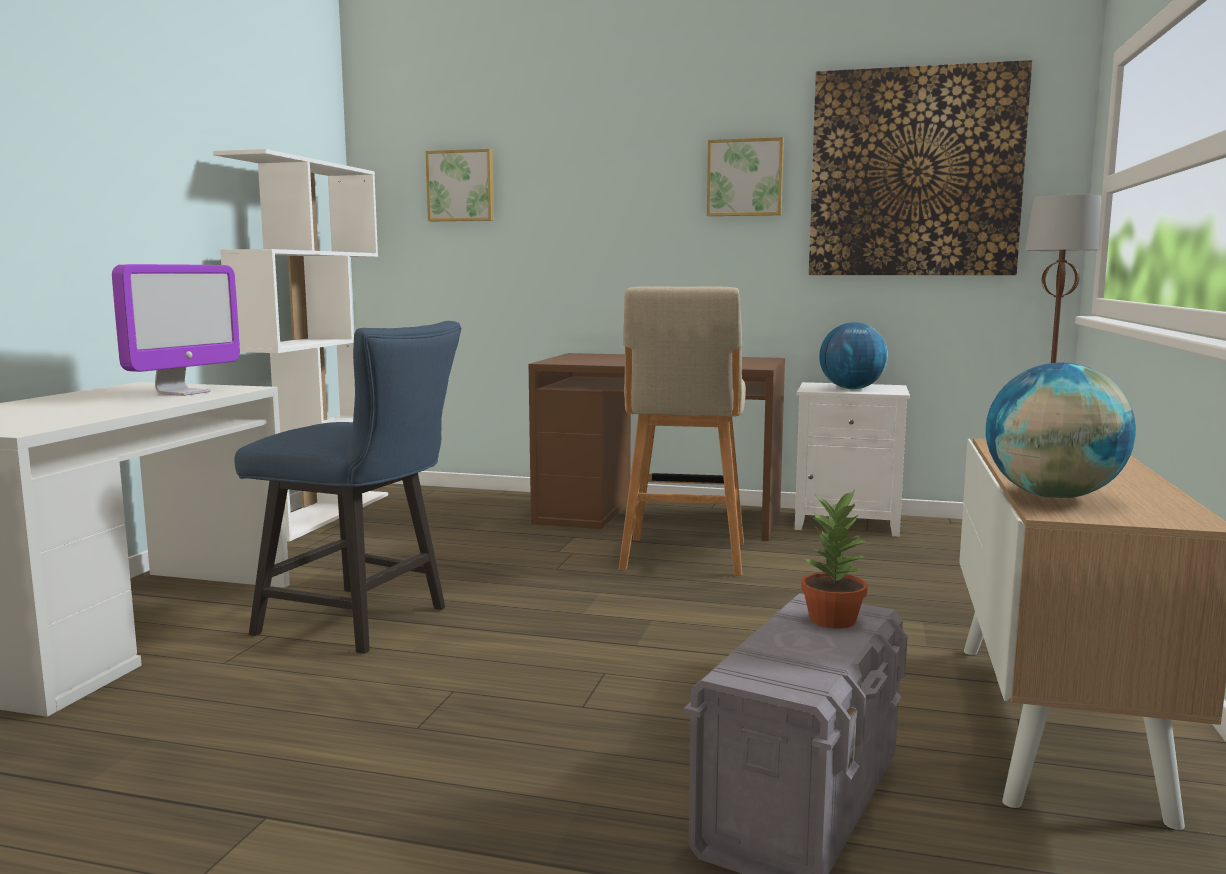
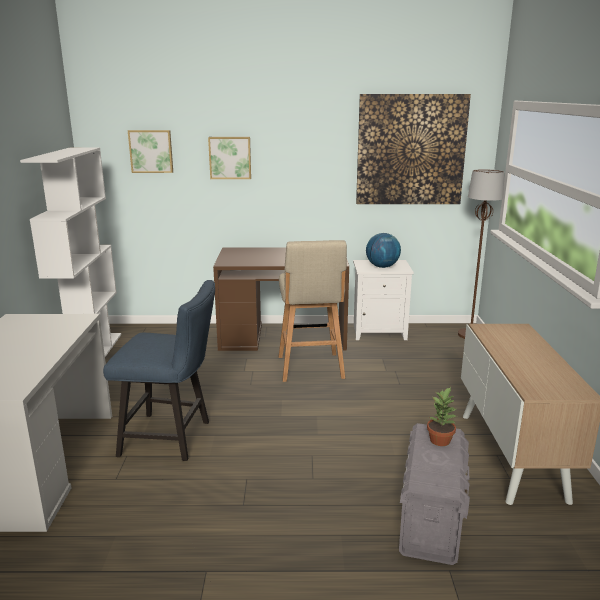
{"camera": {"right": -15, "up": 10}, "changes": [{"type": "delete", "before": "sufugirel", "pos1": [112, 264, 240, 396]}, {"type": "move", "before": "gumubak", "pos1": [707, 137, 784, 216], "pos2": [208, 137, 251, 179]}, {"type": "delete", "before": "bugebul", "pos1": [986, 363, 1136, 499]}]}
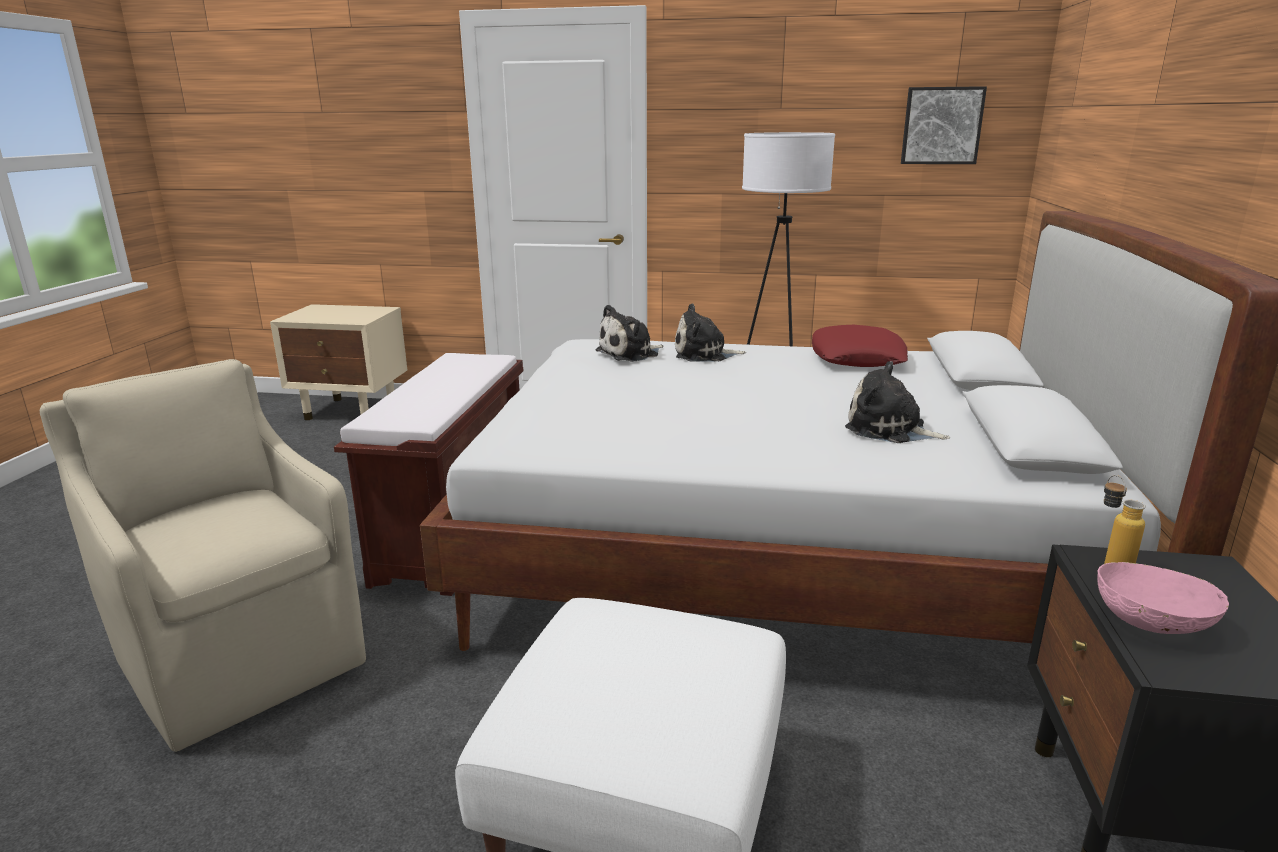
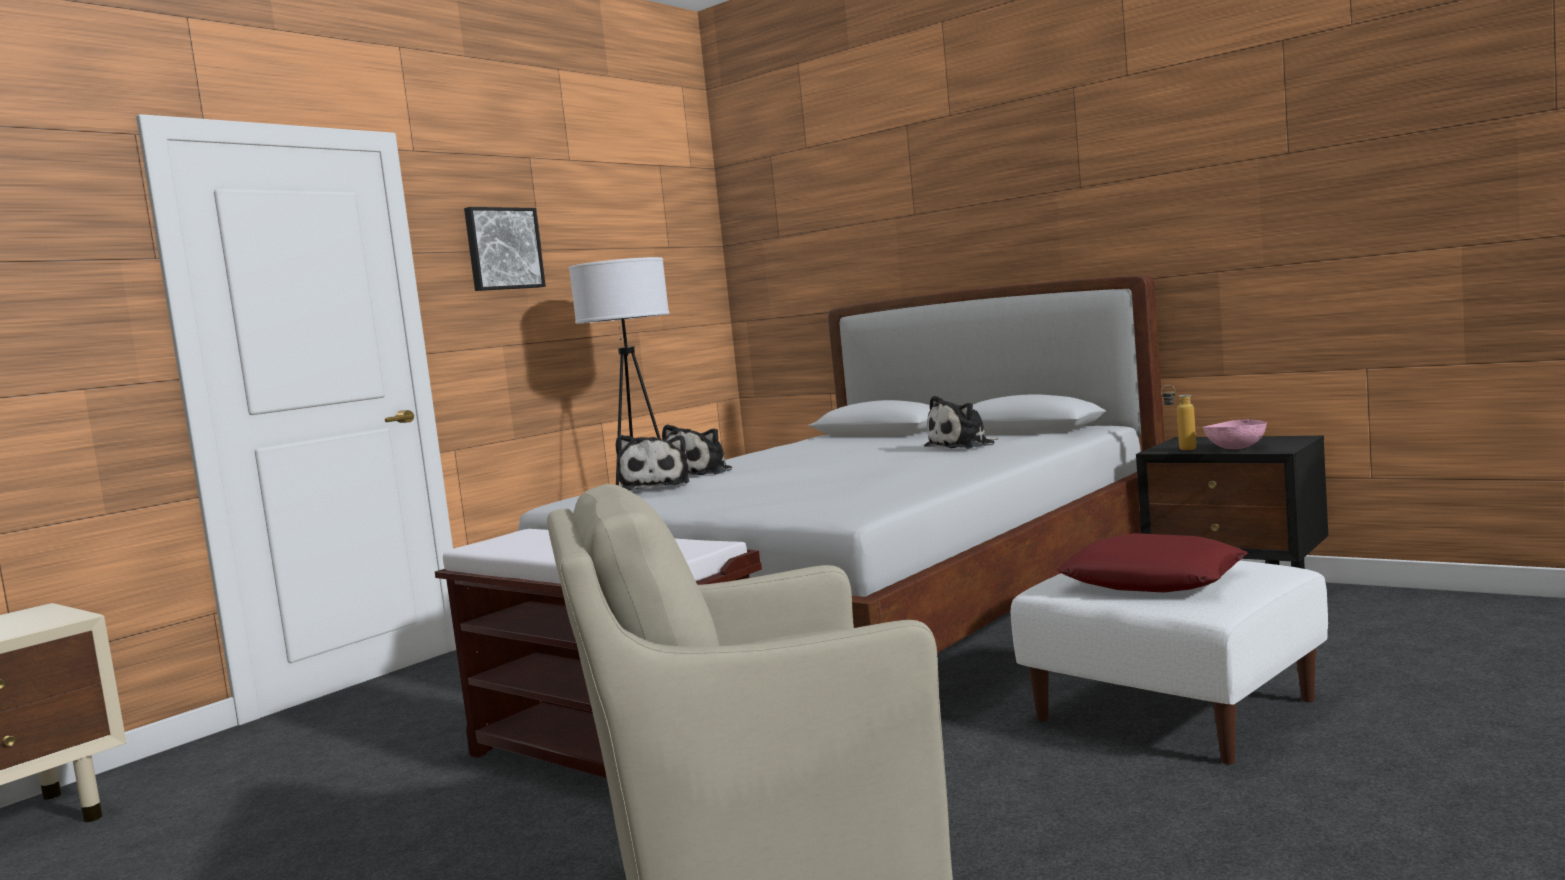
{"camera": {"right": -60, "up": -15}, "changes": [{"type": "move", "before": "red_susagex", "pos1": [812, 325, 908, 367], "pos2": [1057, 533, 1248, 593]}, {"type": "move", "before": "gumubak", "pos1": [901, 86, 987, 164], "pos2": [464, 207, 546, 291]}]}
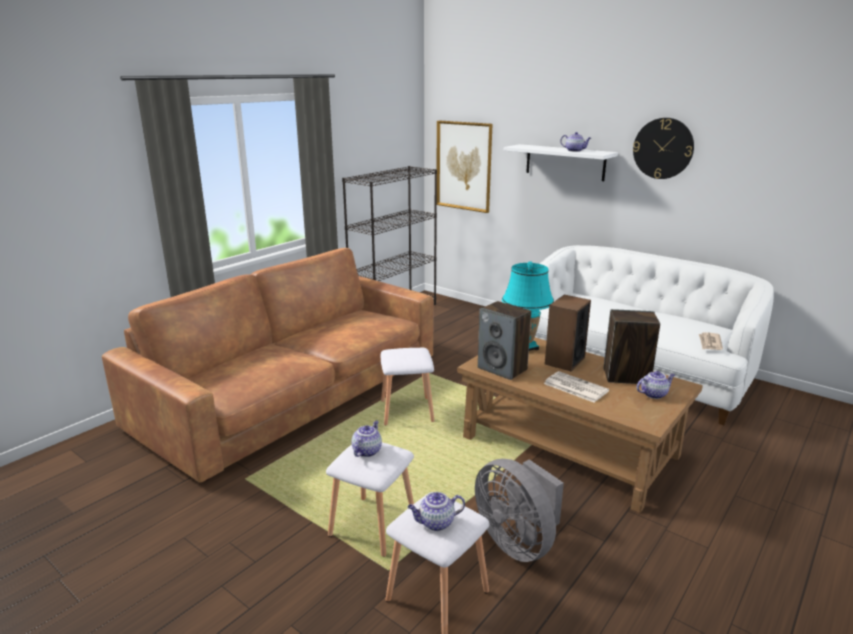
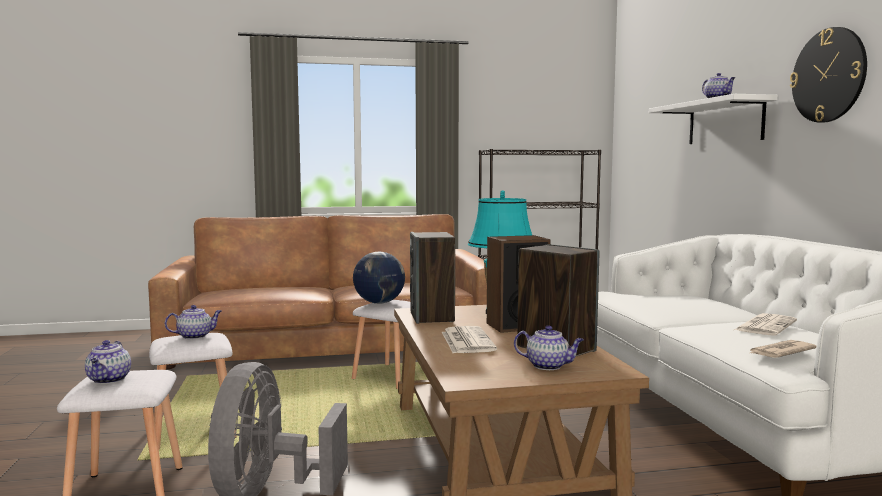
{"camera": {"right": 40, "up": -15}, "changes": [{"type": "rotate", "before": "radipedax", "pos1": [408, 492, 465, 531], "pos2": [85, 340, 131, 384], "turn": -120}, {"type": "delete", "before": "gumubak", "pos1": [437, 120, 492, 213]}, {"type": "insert", "after": "bugebul", "pos2": [353, 252, 405, 304]}, {"type": "insert", "after": "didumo", "pos2": [734, 313, 797, 335]}]}
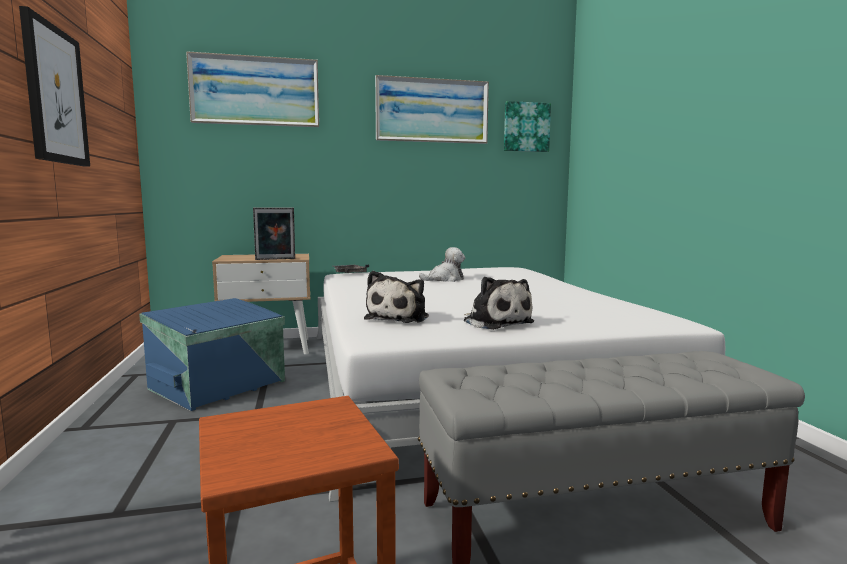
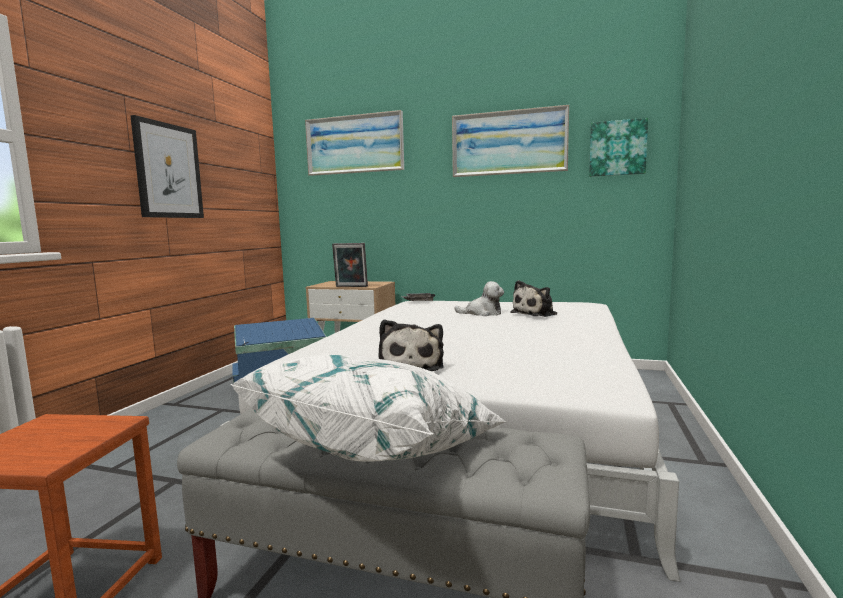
{"camera": {"right": 30, "up": 0}, "changes": [{"type": "move", "before": "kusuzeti", "pos1": [364, 271, 429, 323], "pos2": [510, 280, 557, 317]}, {"type": "insert", "after": "white_susagex", "pos2": [231, 355, 507, 462]}]}
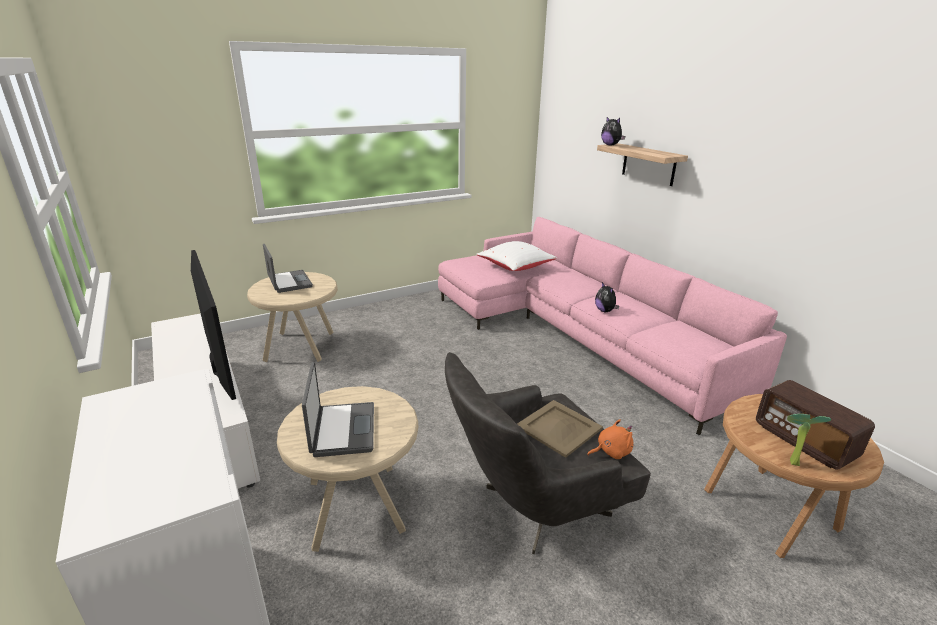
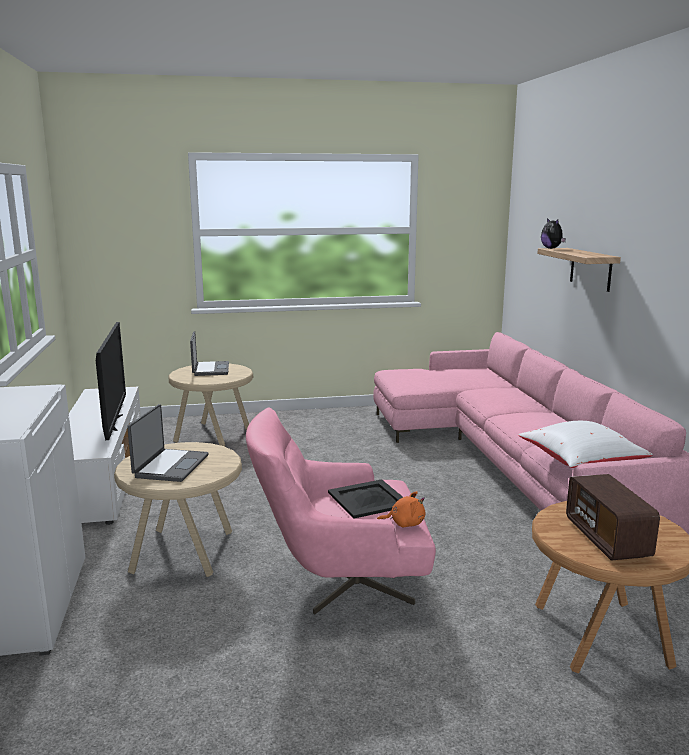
{"camera": {"right": 20, "up": -10}, "changes": [{"type": "recolor", "before": "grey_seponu", "after": "pink_seponu", "pos1": [445, 352, 651, 554], "pos2": [246, 408, 436, 614]}, {"type": "move", "before": "white_susagex", "pos1": [476, 241, 557, 271], "pos2": [518, 421, 653, 468]}, {"type": "recolor", "before": "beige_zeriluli", "after": "black_zeriluli", "pos1": [517, 400, 603, 458], "pos2": [328, 479, 403, 519]}, {"type": "delete", "before": "kusuzeti", "pos1": [595, 282, 619, 312]}, {"type": "delete", "before": "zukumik", "pos1": [787, 414, 831, 466]}]}
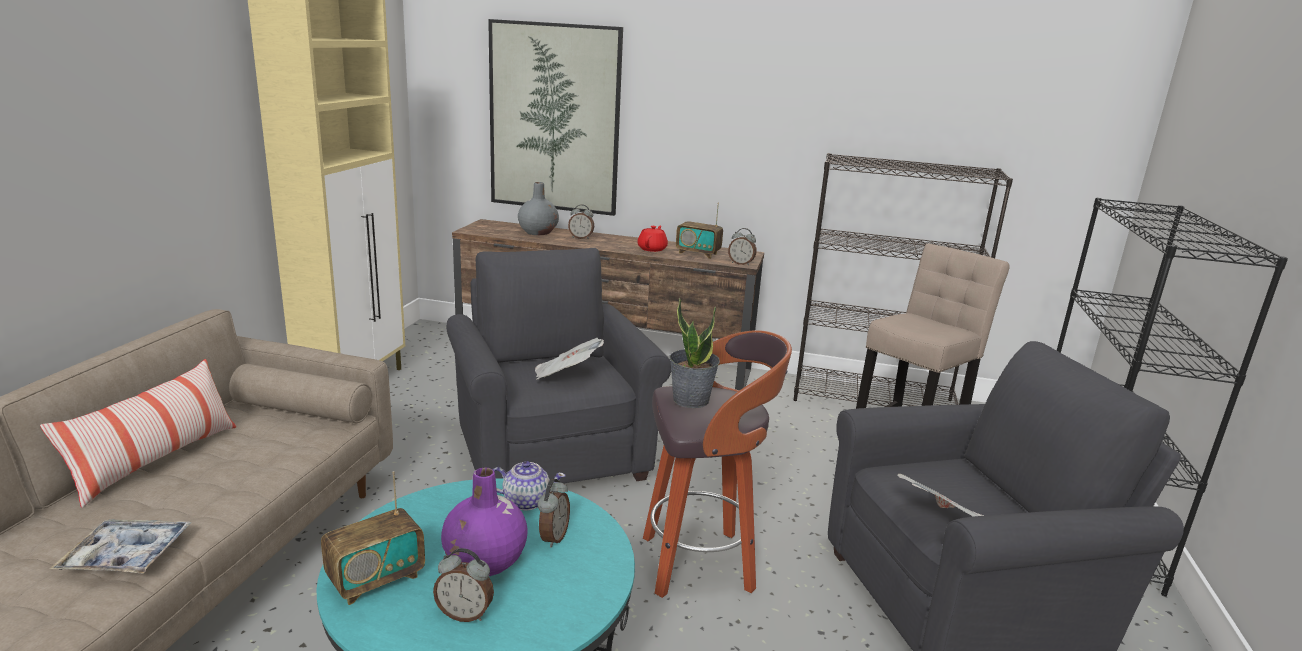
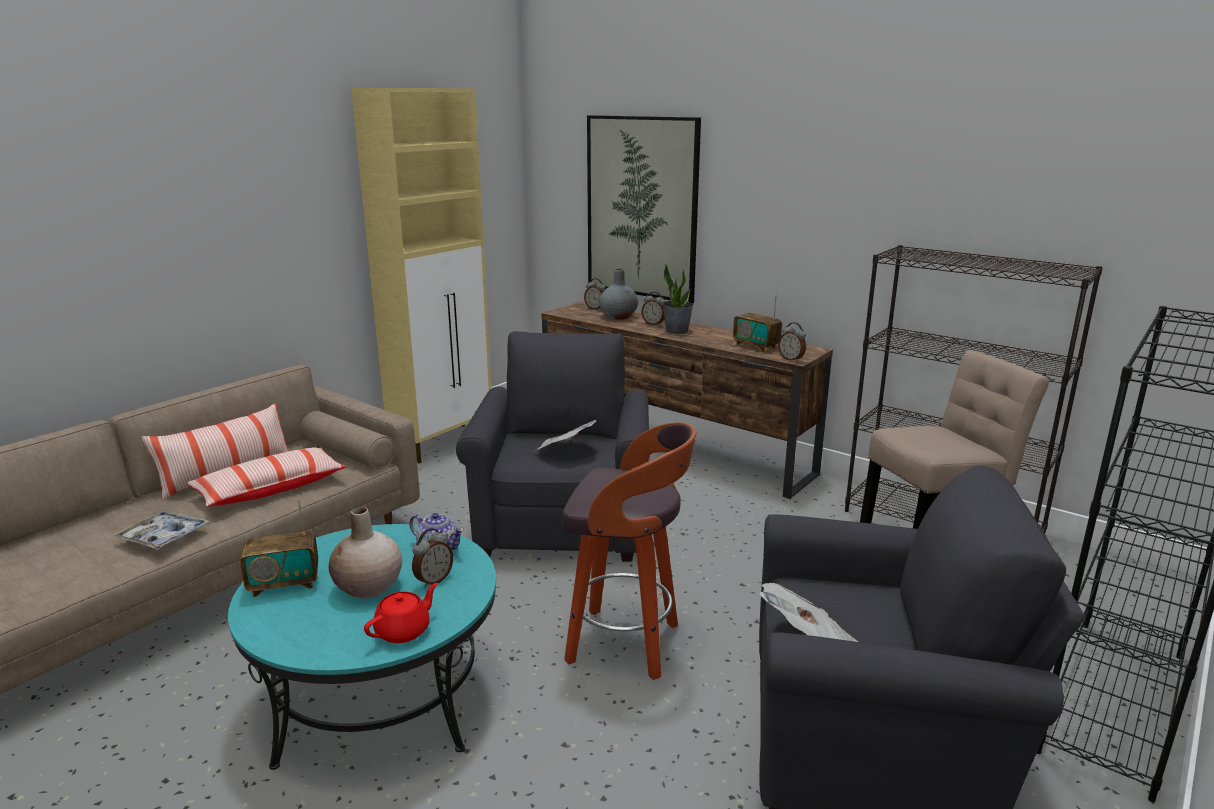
{"camera": {"right": 25, "up": 0}, "changes": [{"type": "move", "before": "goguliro", "pos1": [433, 548, 494, 622], "pos2": [584, 278, 605, 310]}, {"type": "recolor", "before": "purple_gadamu", "after": "beige_gadamu", "pos1": [441, 467, 528, 576], "pos2": [329, 507, 402, 599]}, {"type": "move", "before": "red_radipedax", "pos1": [637, 226, 668, 252], "pos2": [364, 583, 438, 643]}, {"type": "move", "before": "zukumik", "pos1": [670, 297, 720, 408], "pos2": [663, 264, 693, 334]}, {"type": "insert", "after": "susagex", "pos2": [187, 448, 346, 507]}]}
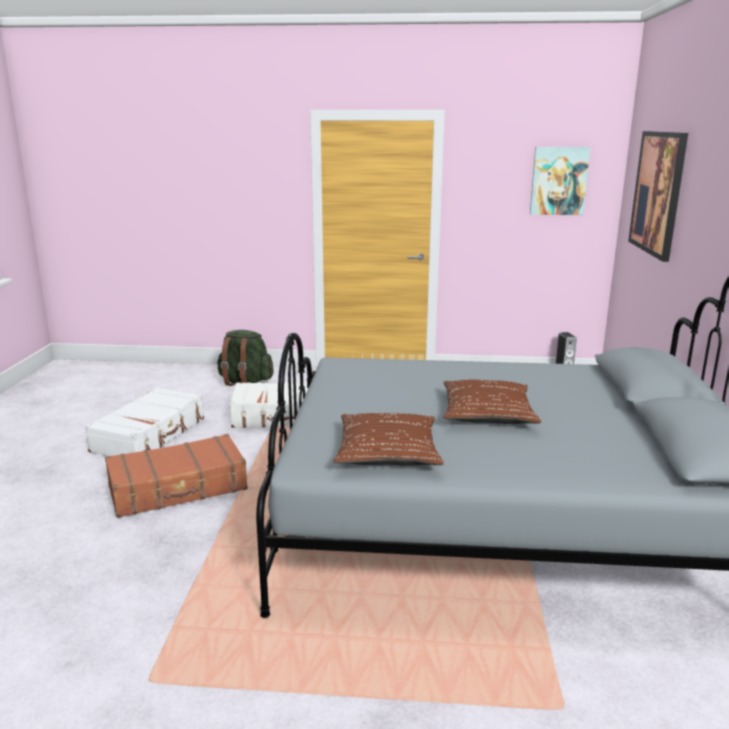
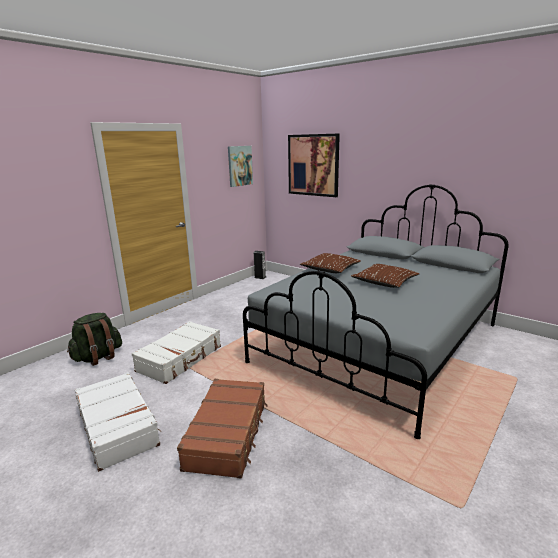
{"camera": {"right": -55, "up": 0}, "changes": [{"type": "move", "before": "brown_susagex", "pos1": [333, 413, 444, 466], "pos2": [300, 253, 361, 273]}]}
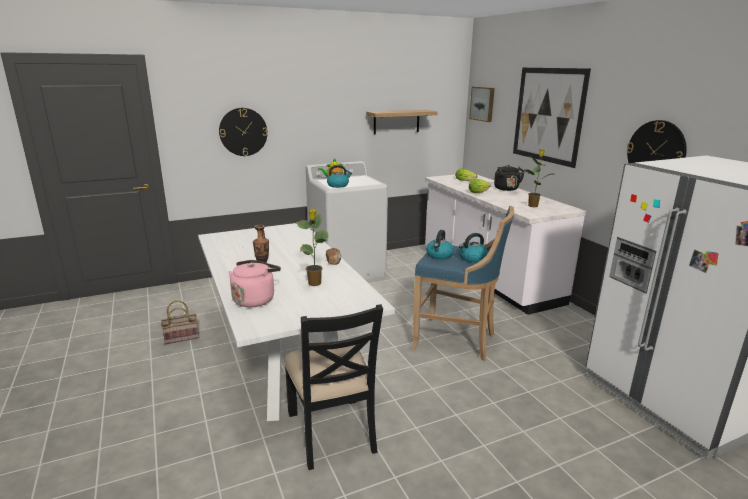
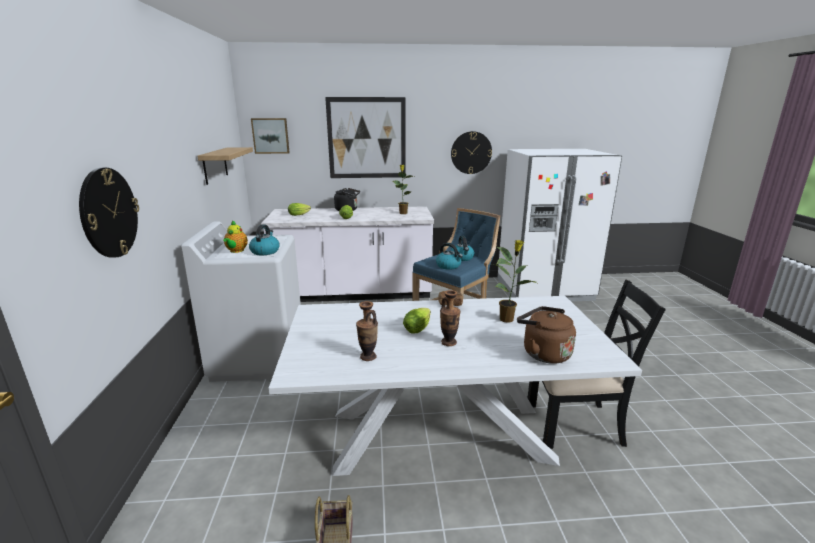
{"camera": {"right": -70, "up": 0}, "changes": [{"type": "recolor", "before": "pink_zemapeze", "after": "brown_zemapeze", "pos1": [228, 260, 281, 307], "pos2": [517, 306, 576, 364]}, {"type": "insert", "after": "gadamu", "pos2": [356, 301, 378, 361]}, {"type": "insert", "after": "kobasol", "pos2": [403, 308, 431, 334]}]}
